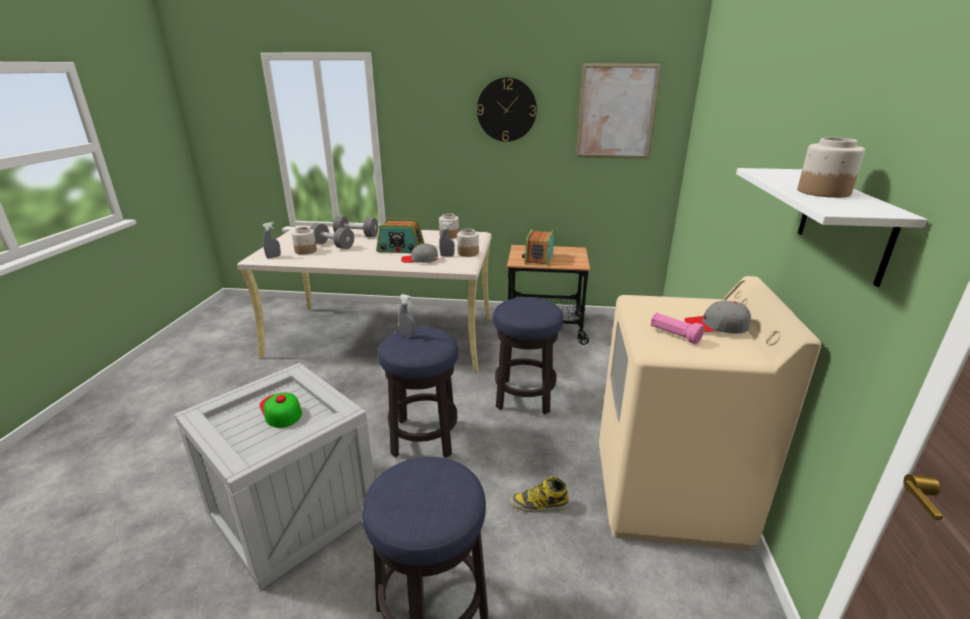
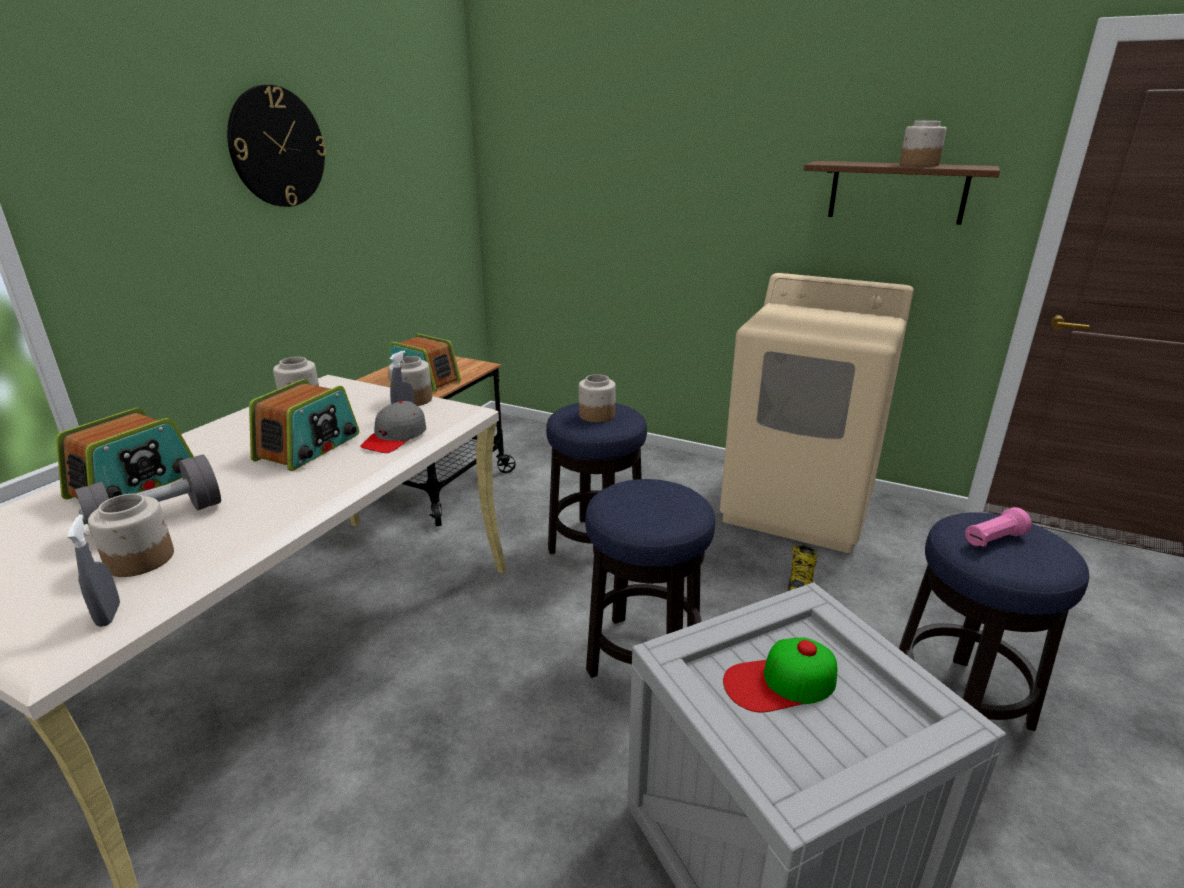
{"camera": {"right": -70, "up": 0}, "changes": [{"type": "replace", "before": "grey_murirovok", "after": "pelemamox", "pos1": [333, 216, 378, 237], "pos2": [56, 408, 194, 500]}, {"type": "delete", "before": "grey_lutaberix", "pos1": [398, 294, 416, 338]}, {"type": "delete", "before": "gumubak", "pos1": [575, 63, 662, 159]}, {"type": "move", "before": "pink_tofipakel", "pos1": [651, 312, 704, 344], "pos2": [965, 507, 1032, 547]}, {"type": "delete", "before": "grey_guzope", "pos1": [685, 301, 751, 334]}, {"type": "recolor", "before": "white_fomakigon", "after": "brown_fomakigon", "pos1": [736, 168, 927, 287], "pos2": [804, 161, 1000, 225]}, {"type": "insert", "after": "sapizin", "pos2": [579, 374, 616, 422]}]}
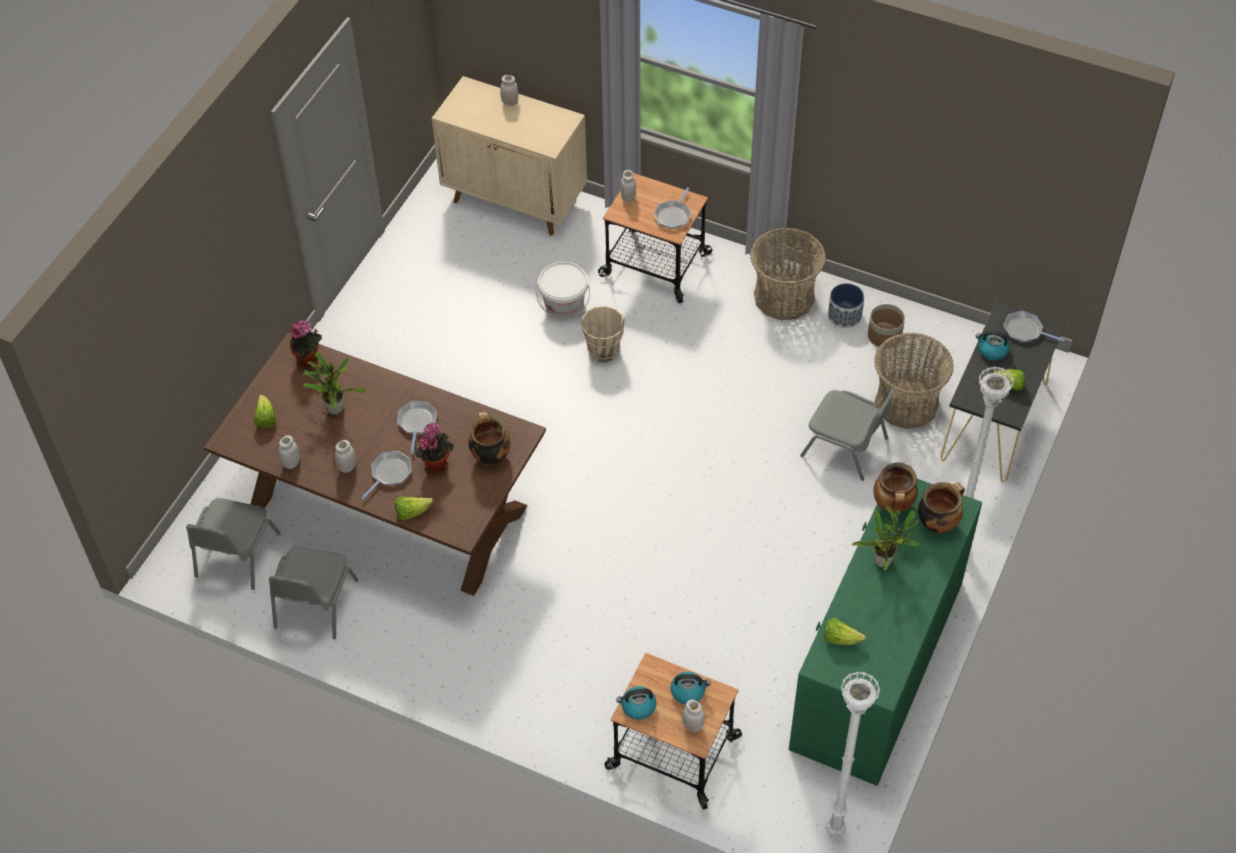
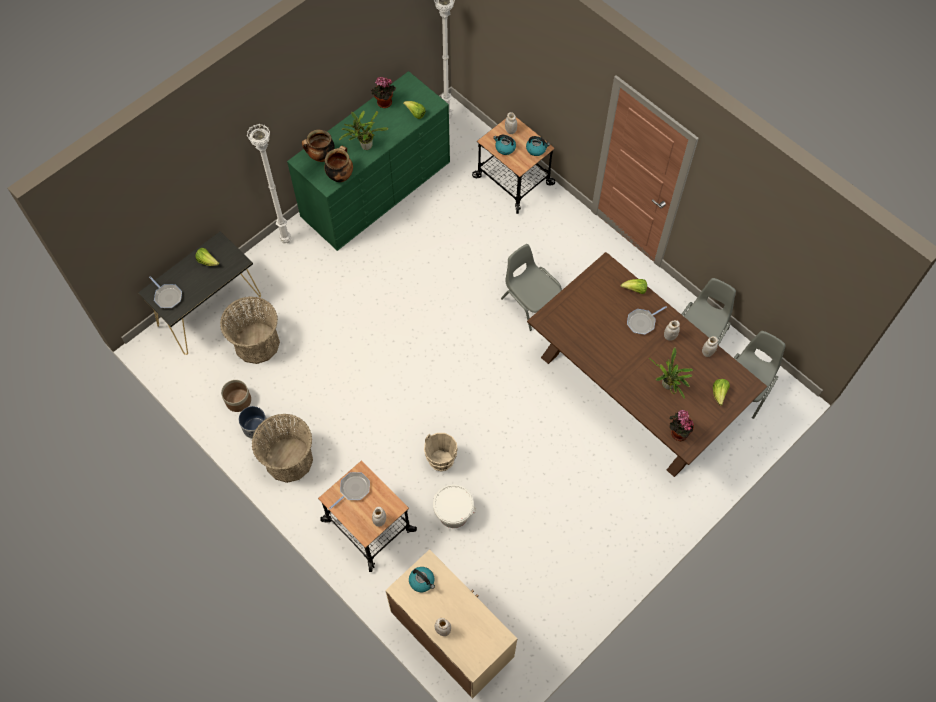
{"camera": {"right": -160, "up": 10}, "changes": [{"type": "delete", "before": "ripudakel", "pos1": [397, 401, 437, 454]}, {"type": "move", "before": "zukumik", "pos1": [415, 422, 454, 475], "pos2": [371, 77, 396, 108]}, {"type": "delete", "before": "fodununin", "pos1": [469, 411, 511, 465]}, {"type": "move", "before": "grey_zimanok", "pos1": [800, 388, 896, 481], "pos2": [501, 244, 562, 331]}, {"type": "move", "before": "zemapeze", "pos1": [976, 331, 1009, 361], "pos2": [409, 567, 435, 592]}]}
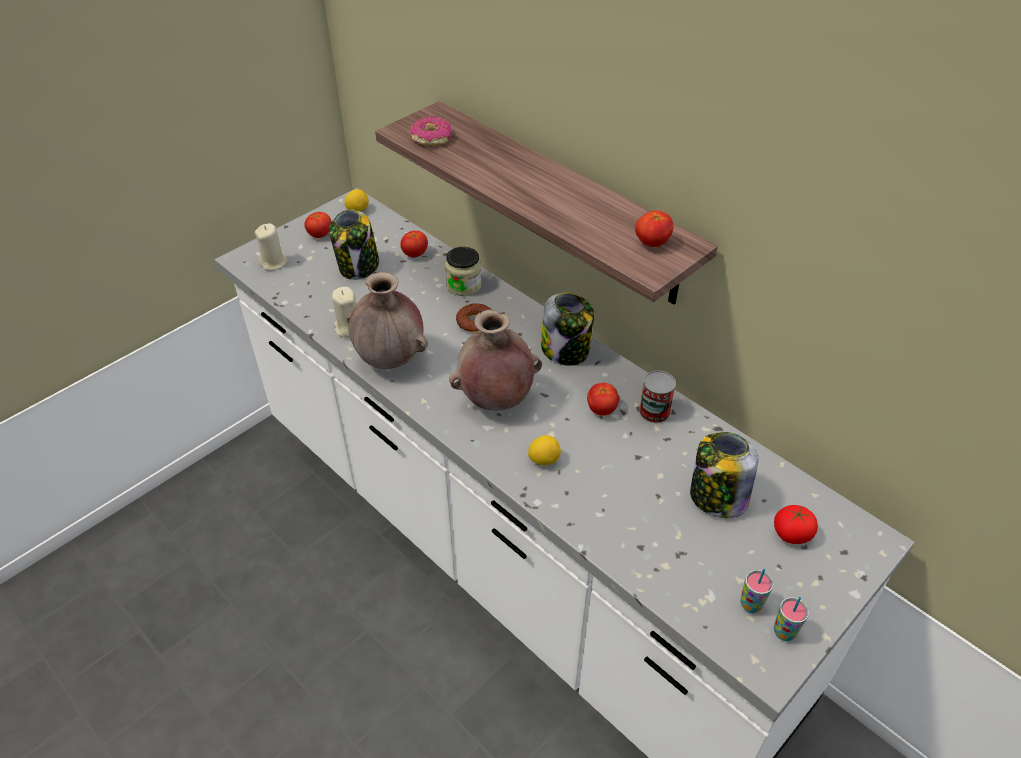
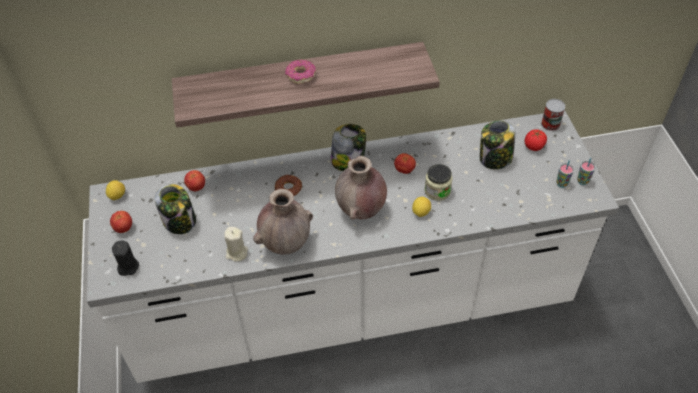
{"camera": {"right": -55, "up": 5}, "changes": [{"type": "recolor", "before": "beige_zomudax", "after": "black_zomudax", "pos1": [255, 223, 288, 271], "pos2": [112, 240, 139, 276]}, {"type": "move", "before": "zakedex", "pos1": [410, 116, 452, 146], "pos2": [285, 59, 316, 84]}, {"type": "move", "before": "sapizin", "pos1": [445, 247, 481, 296], "pos2": [424, 164, 453, 201]}, {"type": "delete", "before": "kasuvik", "pos1": [635, 210, 673, 247]}, {"type": "move", "before": "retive", "pos1": [639, 370, 676, 423], "pos2": [541, 99, 566, 131]}]}
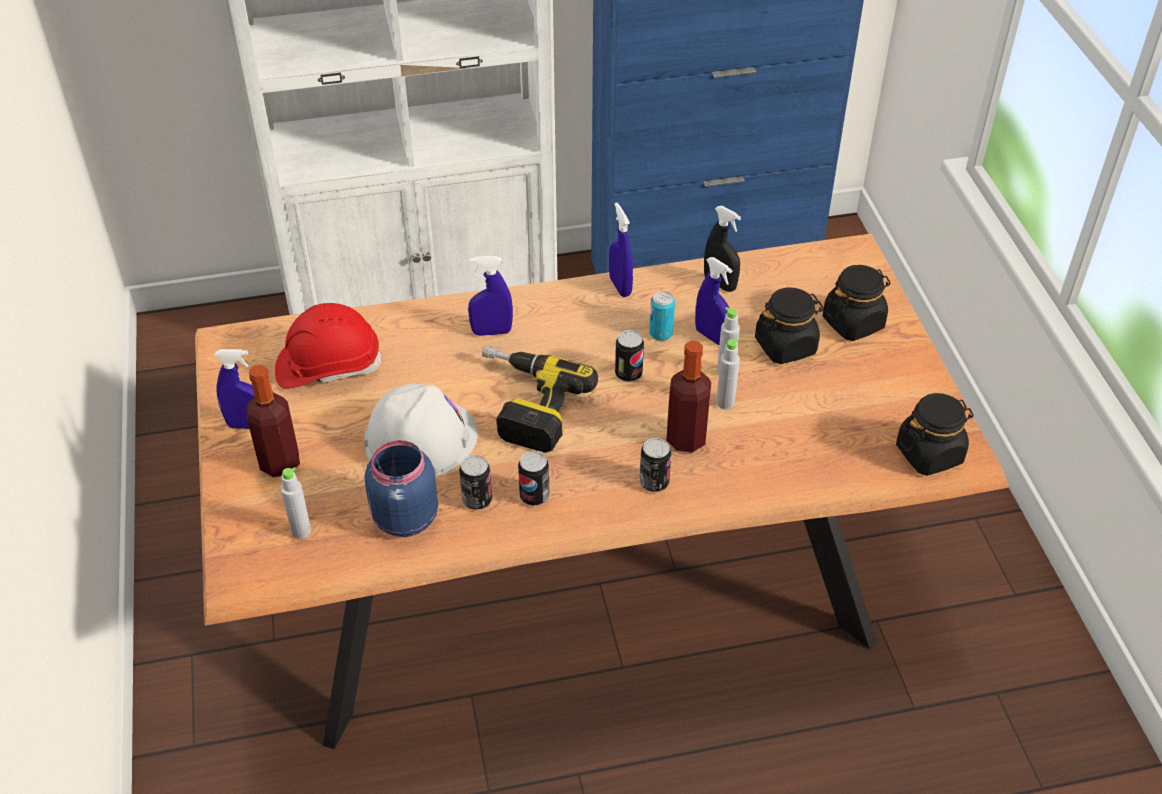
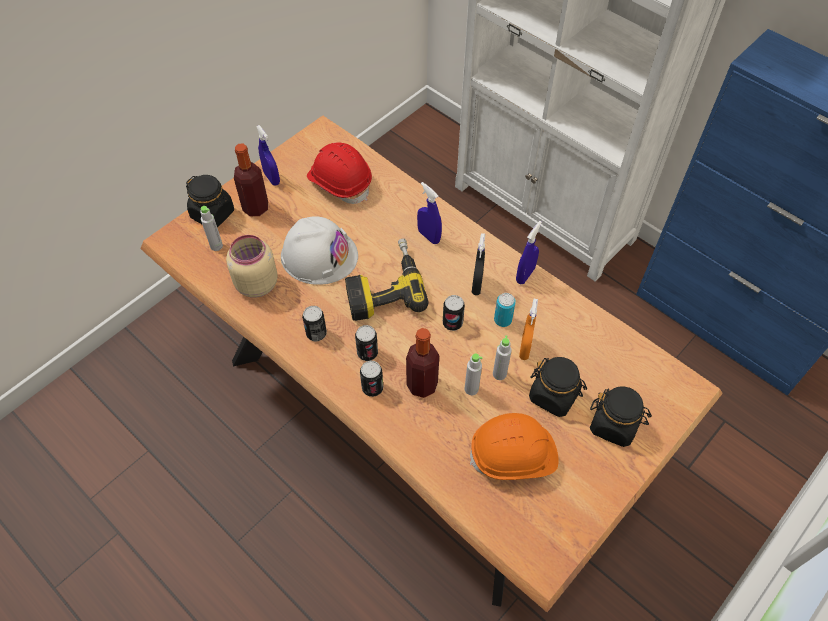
{"camera": {"right": 55, "up": 10}, "changes": [{"type": "recolor", "before": "blue_sapizin", "after": "beige_sapizin", "pos1": [365, 440, 438, 537], "pos2": [226, 235, 278, 298]}, {"type": "move", "before": "retive", "pos1": [459, 455, 492, 510], "pos2": [355, 325, 378, 361]}, {"type": "recolor", "before": "blue_lutaberix", "after": "orange_lutaberix", "pos1": [695, 257, 732, 345], "pos2": [519, 299, 538, 360]}, {"type": "move", "before": "black_lutaberix", "pos1": [704, 206, 741, 292], "pos2": [472, 233, 485, 295]}, {"type": "move", "before": "black_sapizin", "pos1": [896, 393, 973, 476], "pos2": [186, 175, 234, 227]}, {"type": "insert", "after": "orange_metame", "pos2": [470, 413, 559, 480]}]}
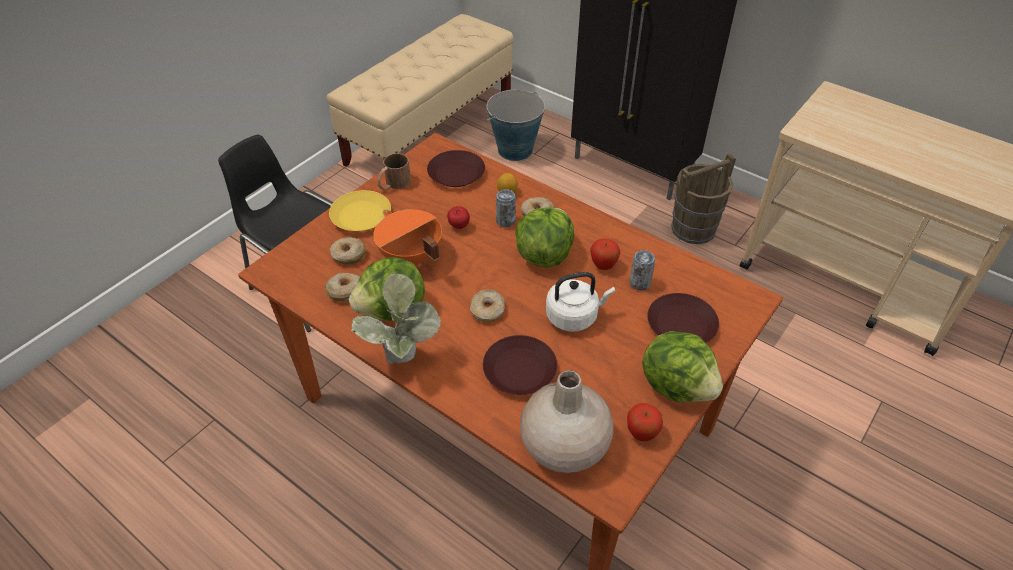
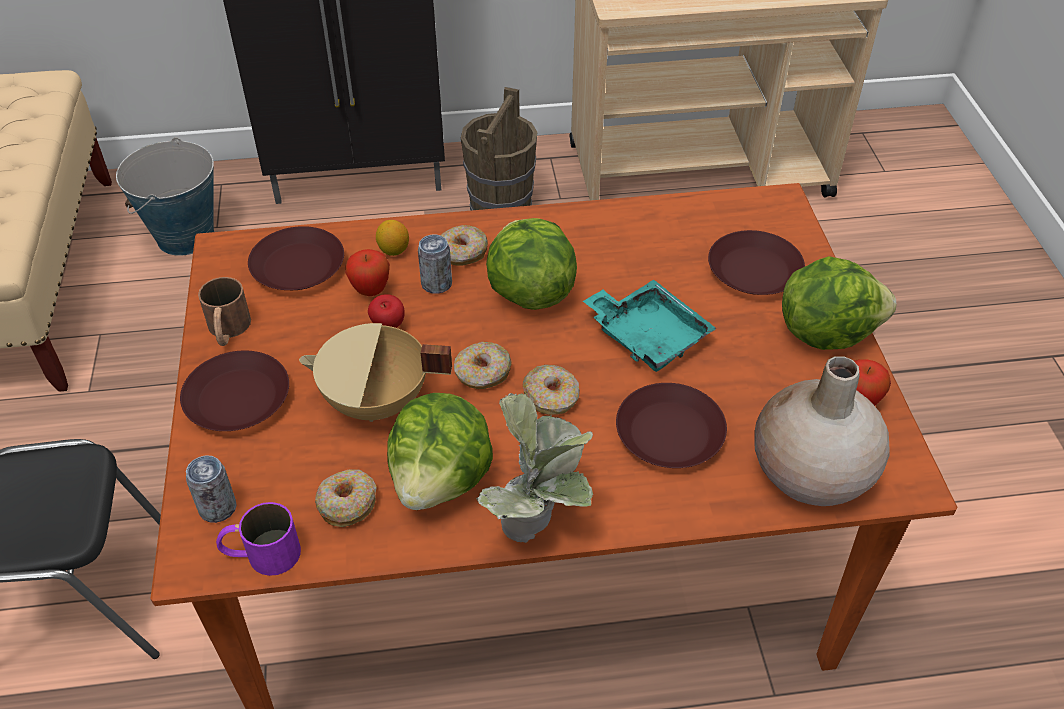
{"camera": {"right": -45, "up": 0}, "changes": [{"type": "recolor", "before": "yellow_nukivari", "after": "brown_nukivari", "pos1": [329, 190, 391, 231], "pos2": [180, 351, 289, 431]}, {"type": "move", "before": "zakedex", "pos1": [330, 237, 366, 265], "pos2": [454, 342, 512, 389]}, {"type": "recolor", "before": "orange_fodununin", "after": "beige_fodununin", "pos1": [374, 209, 442, 266], "pos2": [299, 323, 452, 422]}, {"type": "replace", "before": "white_zemapeze", "after": "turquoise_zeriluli", "pos1": [546, 272, 615, 332], "pos2": [583, 280, 717, 372]}, {"type": "move", "before": "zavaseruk", "pos1": [590, 238, 621, 270], "pos2": [345, 249, 390, 296]}, {"type": "move", "before": "retive", "pos1": [629, 250, 655, 290], "pos2": [186, 455, 237, 523]}, {"type": "insert", "after": "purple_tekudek", "pos2": [216, 502, 301, 576]}]}
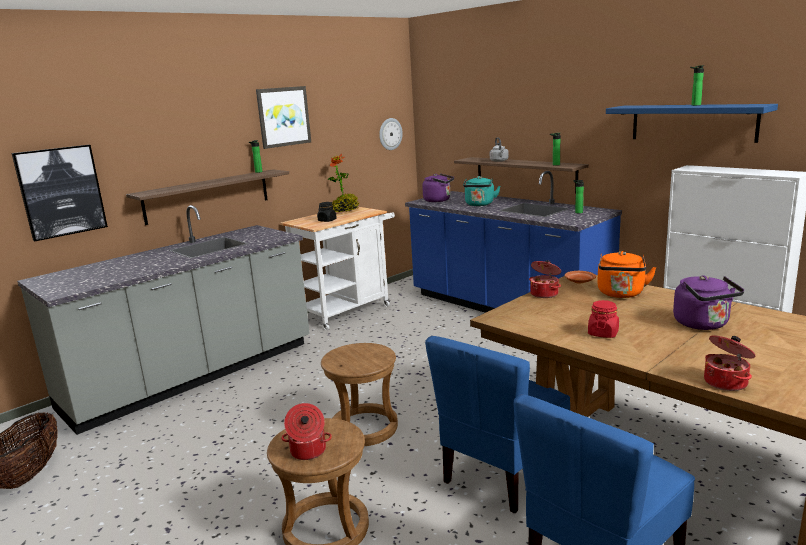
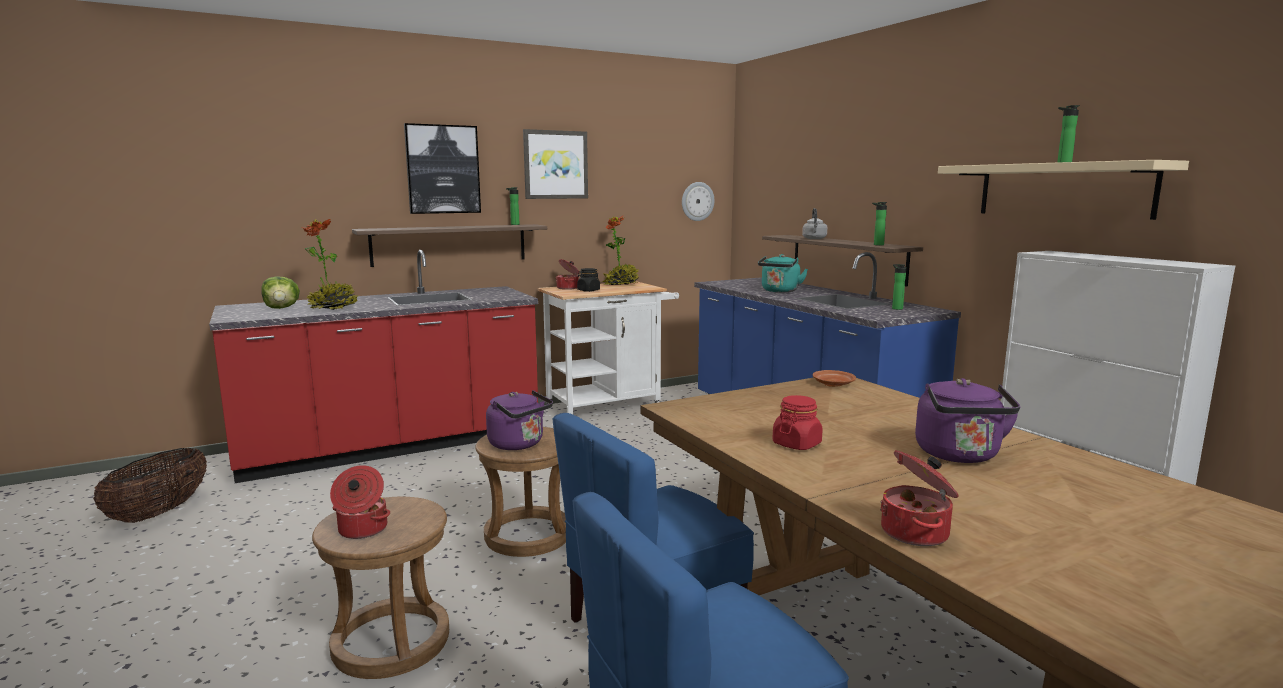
{"camera": {"right": 15, "up": -5}, "changes": [{"type": "move", "before": "gumubak", "pos1": [11, 145, 108, 241], "pos2": [404, 123, 481, 214]}, {"type": "recolor", "before": "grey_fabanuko", "after": "red_fabanuko", "pos1": [17, 205, 310, 435], "pos2": [209, 250, 538, 483]}, {"type": "move", "before": "purple_zemapeze", "pos1": [422, 174, 454, 202], "pos2": [486, 390, 553, 450]}, {"type": "move", "before": "fodununin", "pos1": [529, 260, 561, 298], "pos2": [556, 259, 579, 290]}, {"type": "delete", "before": "orange_zemapeze", "pos1": [597, 251, 657, 298]}, {"type": "recolor", "before": "blue_fomakigon", "after": "beige_fomakigon", "pos1": [606, 104, 778, 143], "pos2": [938, 160, 1189, 220]}, {"type": "insert", "after": "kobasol", "pos2": [261, 276, 300, 309]}, {"type": "insert", "after": "zukumik", "pos2": [302, 219, 358, 310]}]}
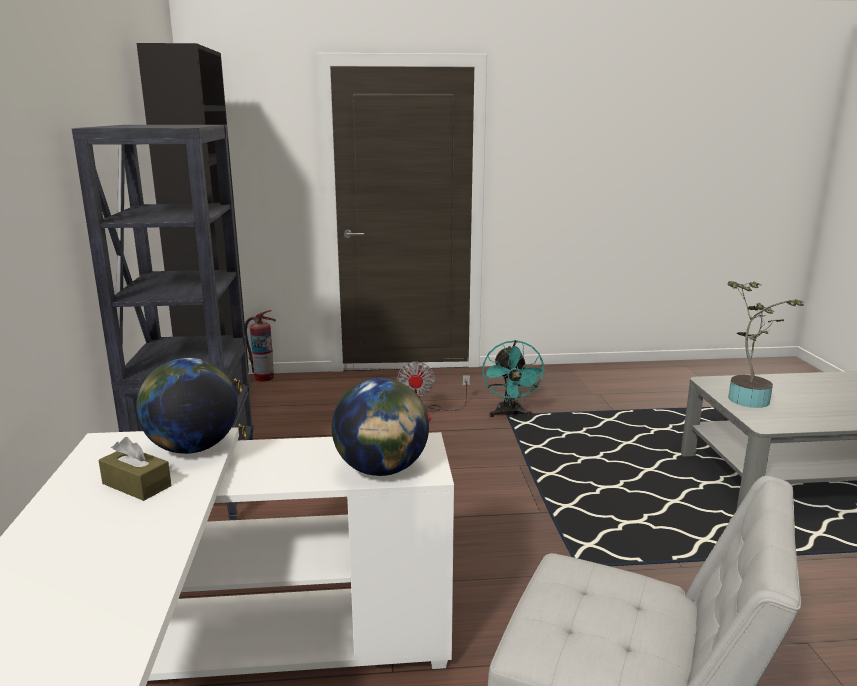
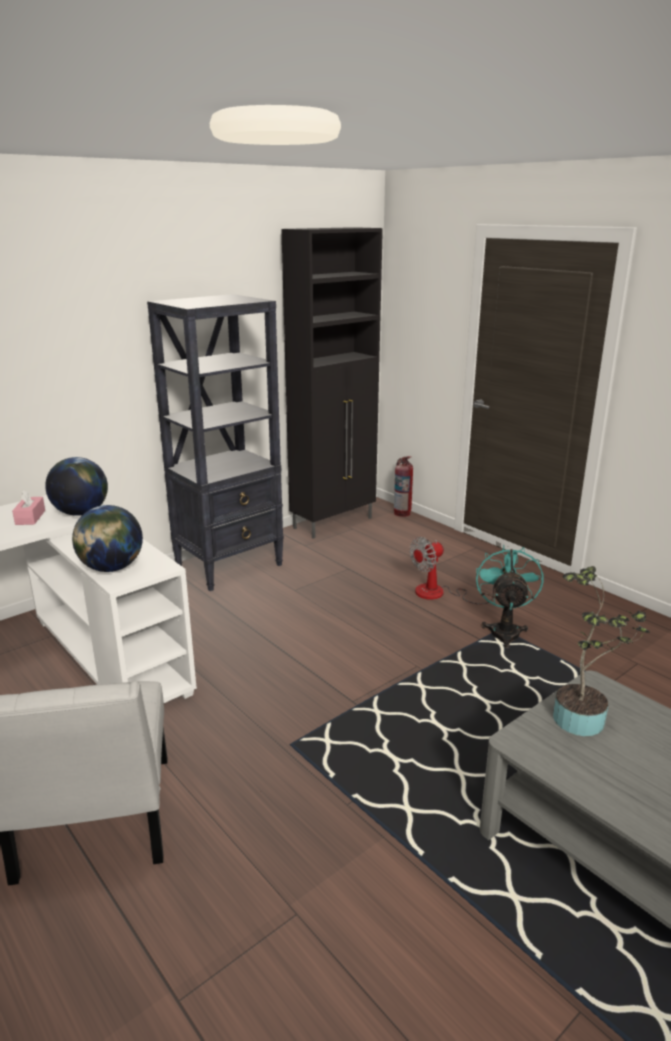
{"camera": {"right": 55, "up": 5}, "changes": [{"type": "recolor", "before": "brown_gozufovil", "after": "pink_gozufovil", "pos1": [98, 437, 171, 501], "pos2": [12, 489, 45, 525]}, {"type": "rotate", "before": "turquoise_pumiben", "pos1": [482, 340, 546, 417], "pos2": [476, 544, 544, 649], "turn": 135}]}
